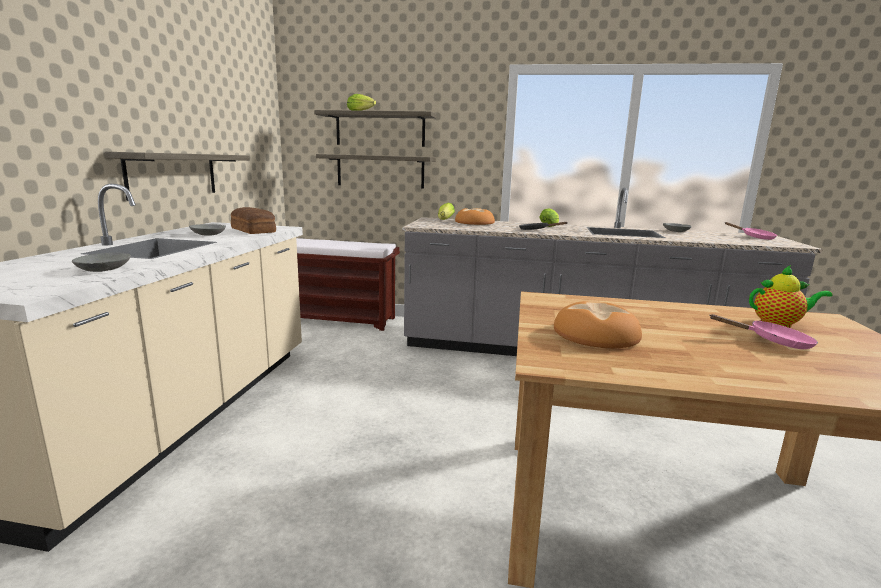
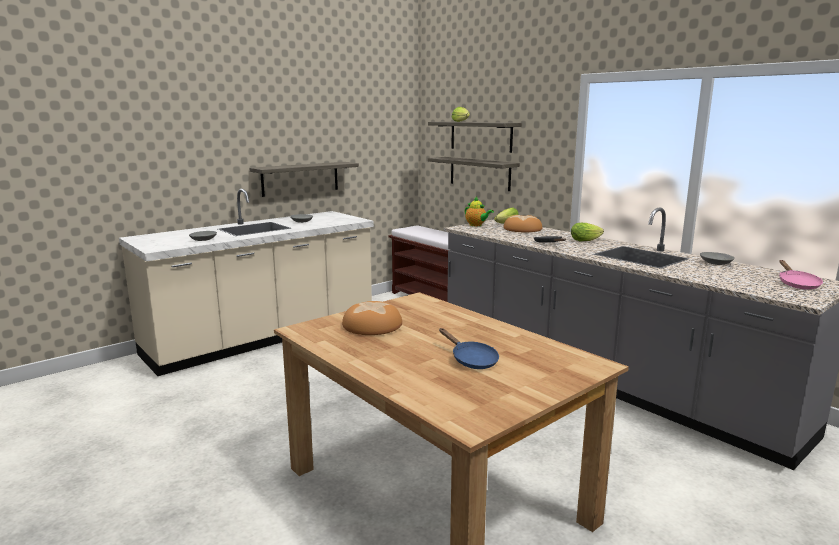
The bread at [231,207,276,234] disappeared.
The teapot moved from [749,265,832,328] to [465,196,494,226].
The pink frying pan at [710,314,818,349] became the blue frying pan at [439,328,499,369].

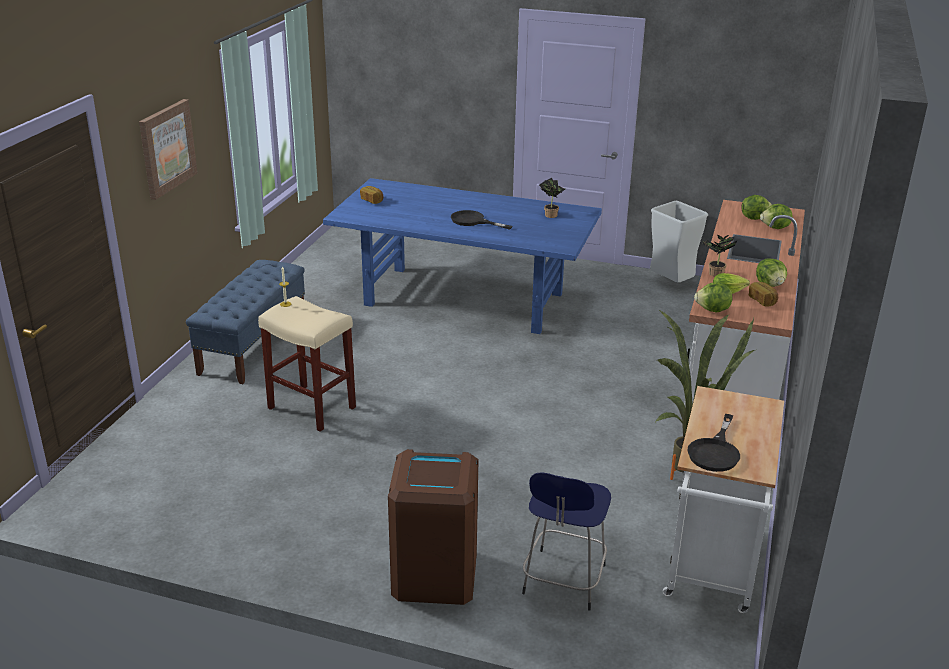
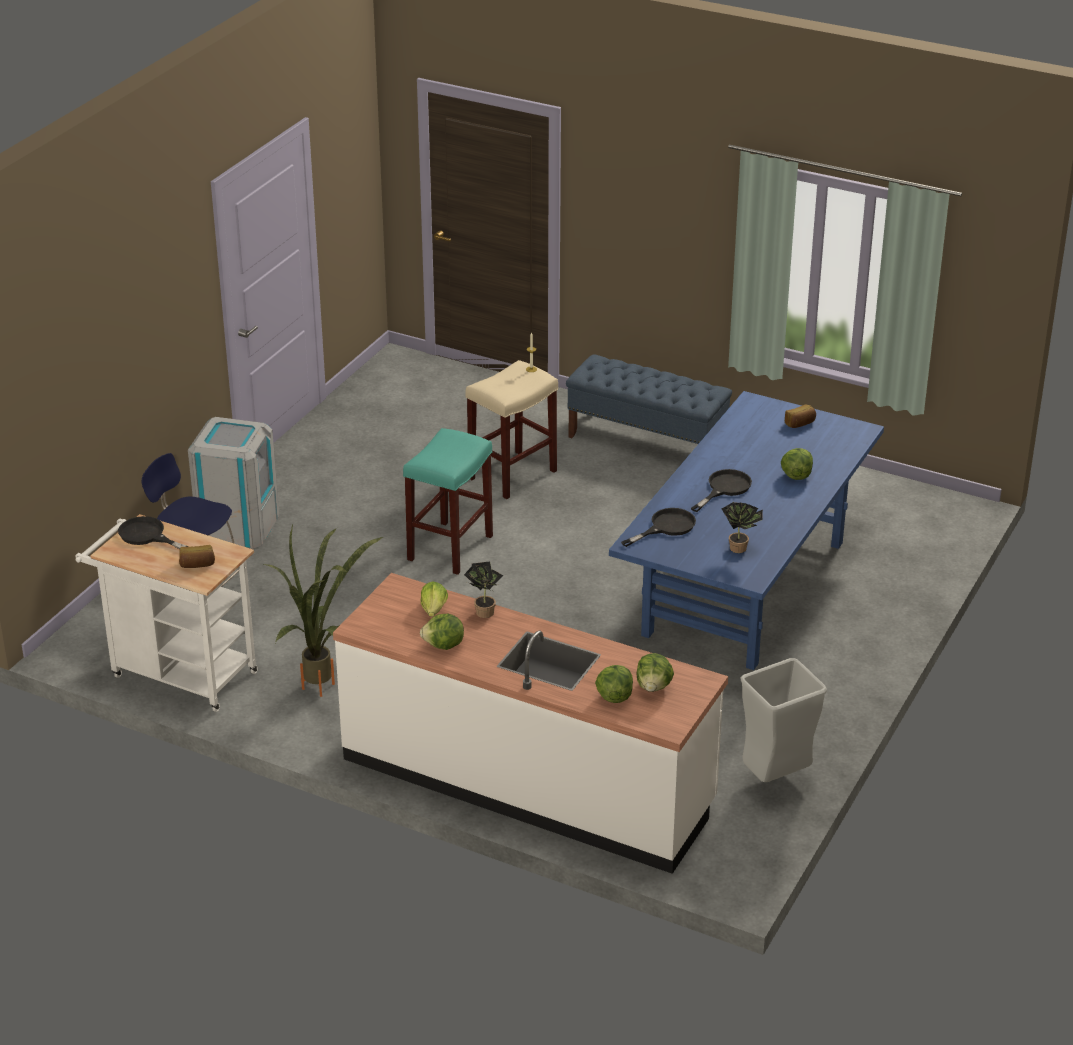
The picture at [139,99,198,200] disappeared.
The turquoise stool at [403,428,493,575] appeared.
The black frying pan at [621,508,696,547] appeared.
The lettuce moved from [694,283,733,312] to [781,448,813,480].
The bread moved from [749,282,778,307] to [179,545,215,568].
The brown trash can at [388,449,479,605] became the grey trash can at [188,417,279,549].

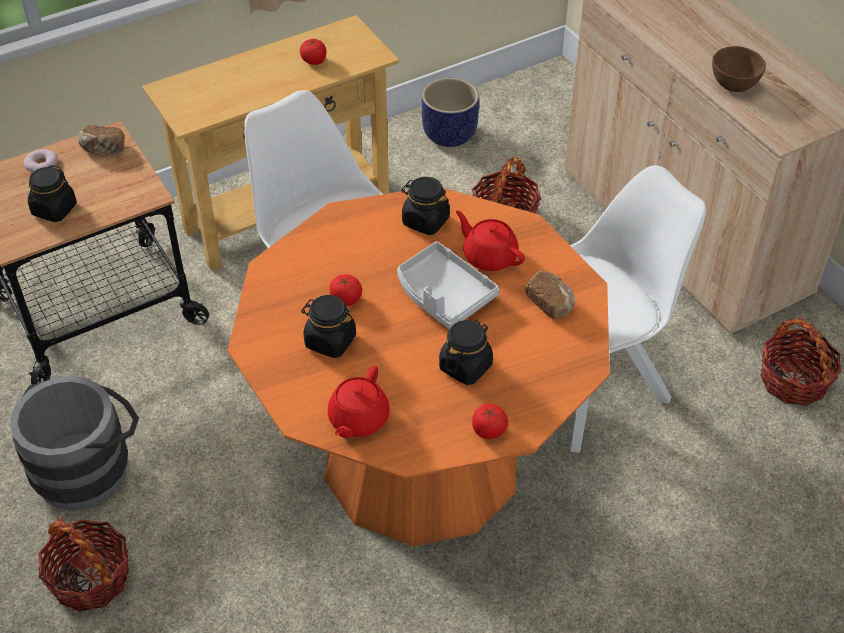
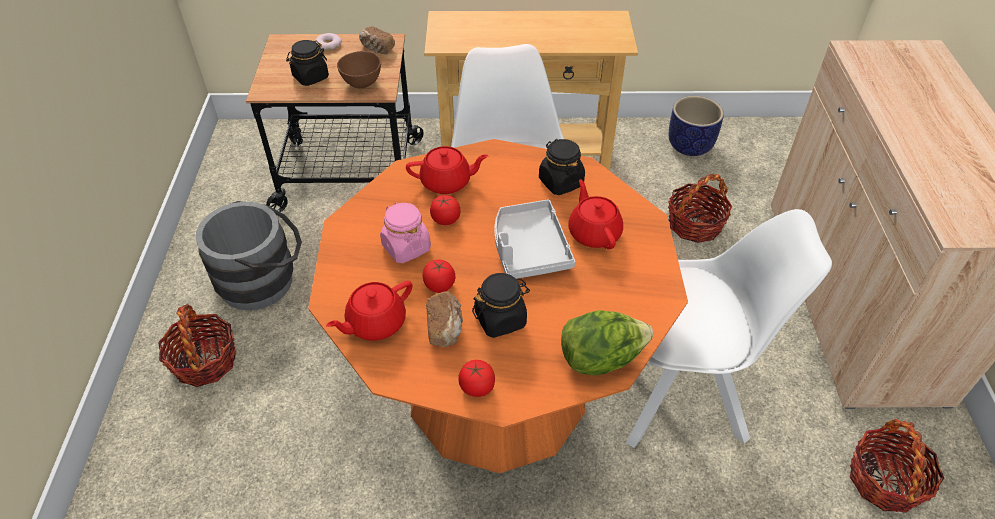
The red teapot at [406,146,489,194] appeared.
The lettuce at [561,310,653,375] appeared.
The tomato moved from [300,39,327,65] to [422,260,456,293].
The bread moved from [525,270,575,319] to [426,291,463,347].
The brown bowl moved from [712,46,766,92] to [337,51,381,88].
The black jar at [301,295,356,358] became the pink jar at [380,202,431,263].

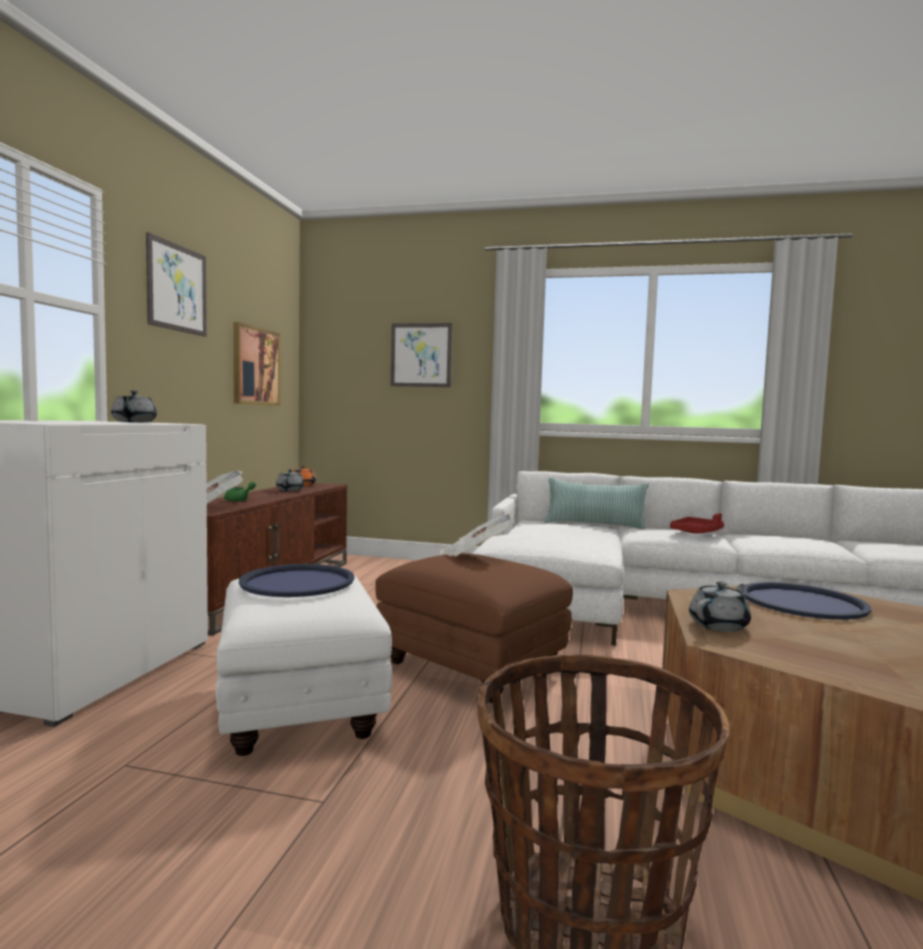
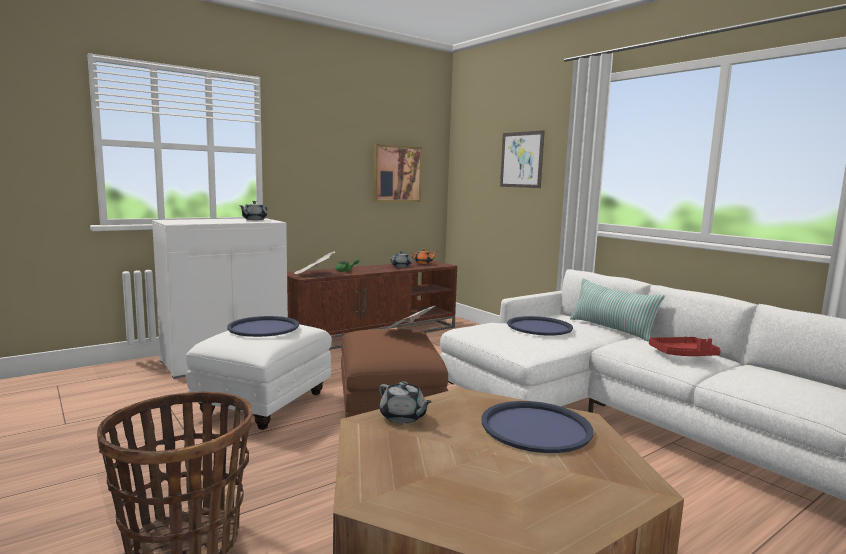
The picture at [146,232,207,337] disappeared.
The blue tray at [507,316,573,335] appeared.
The grey teapot at [689,581,751,632] turned 45 degrees clockwise.

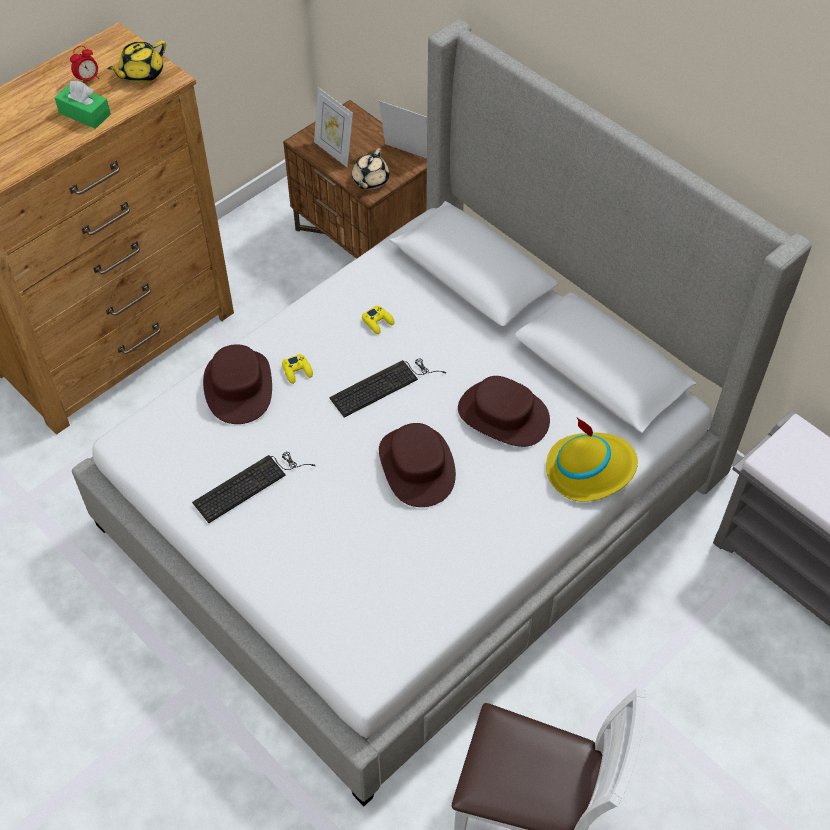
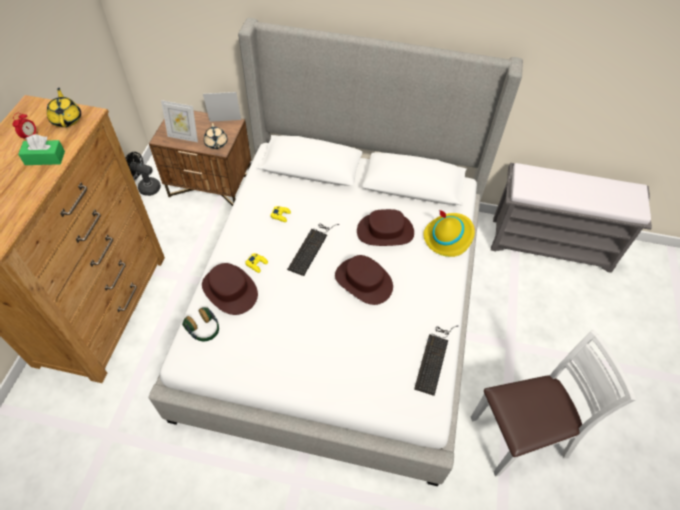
The black fan at [125,152,161,196] appeared.
The headphones at [182,307,219,341] appeared.
The keyboard moved from [192,452,316,523] to [414,325,458,396].
The yellow teapot at [107,41,166,83] turned 150 degrees clockwise.

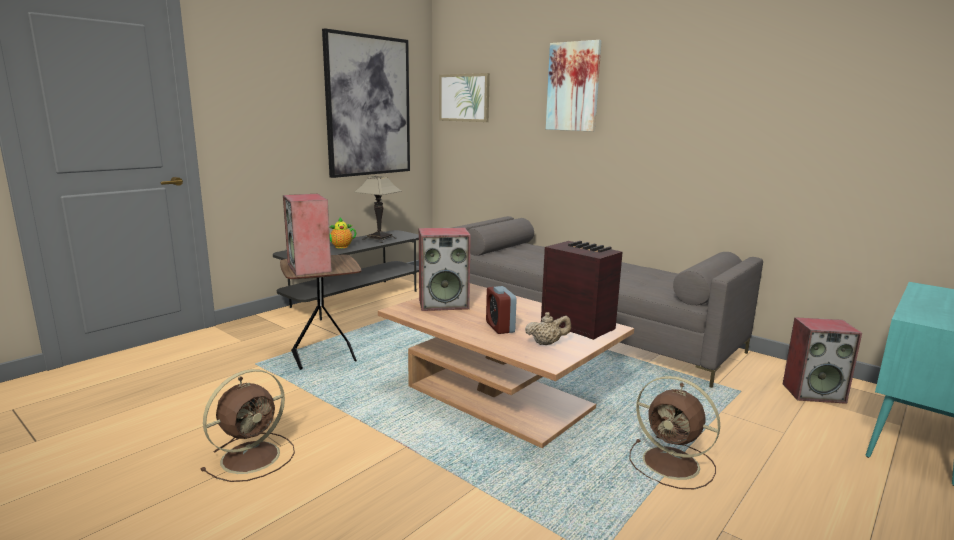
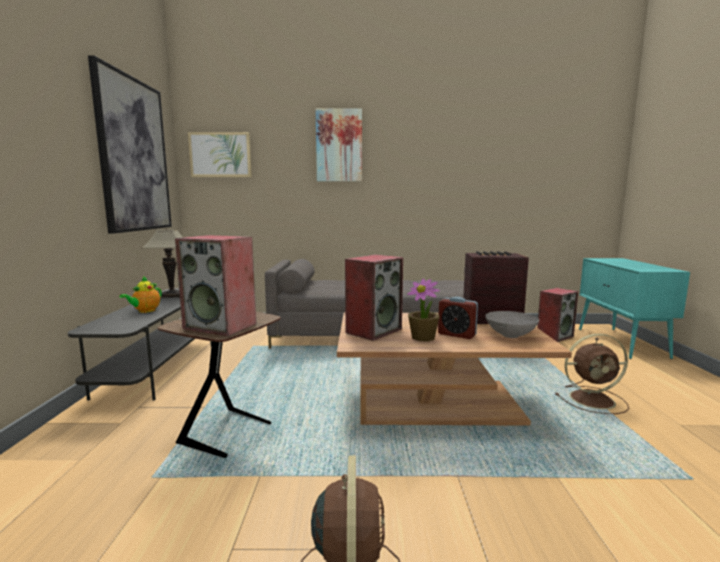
The potted plant at [407,279,440,342] appeared.
The beige teapot at [525,312,571,345] was replaced by the grey bowl at [485,311,539,338].

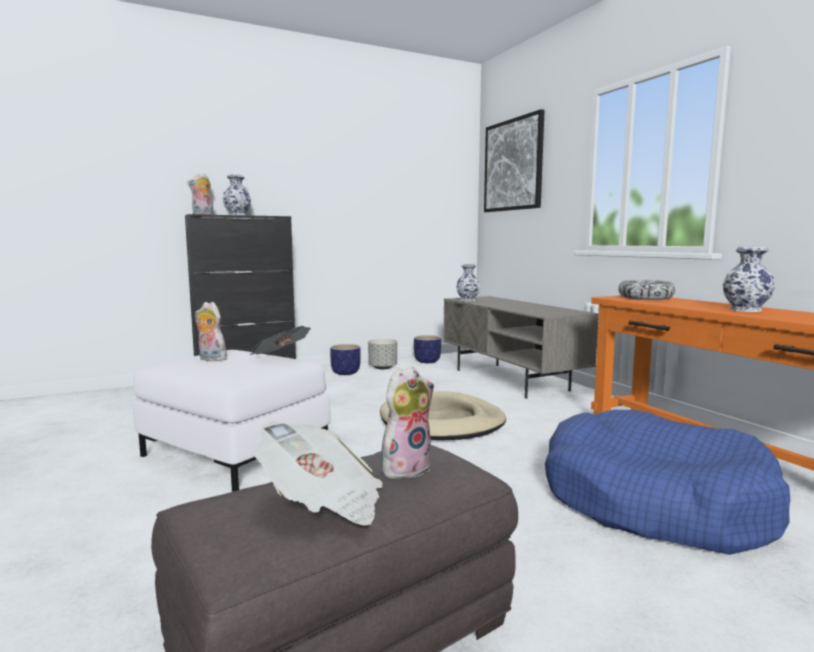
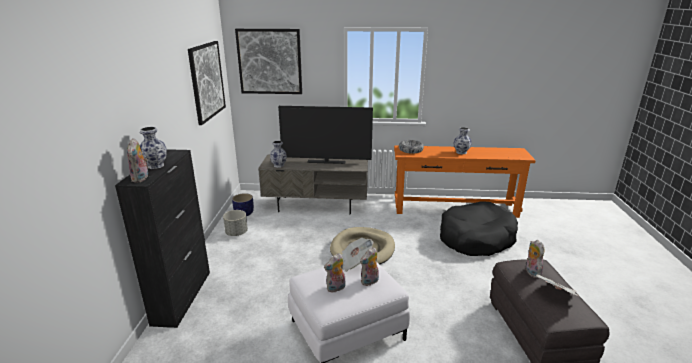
The planter at [330,344,361,375] disappeared.
The picture at [188,41,226,125] appeared.
The television at [278,106,373,164] appeared.
The plush toy at [360,247,379,286] appeared.
The blue dog bed at [545,410,790,555] became the black dog bed at [440,201,518,256].

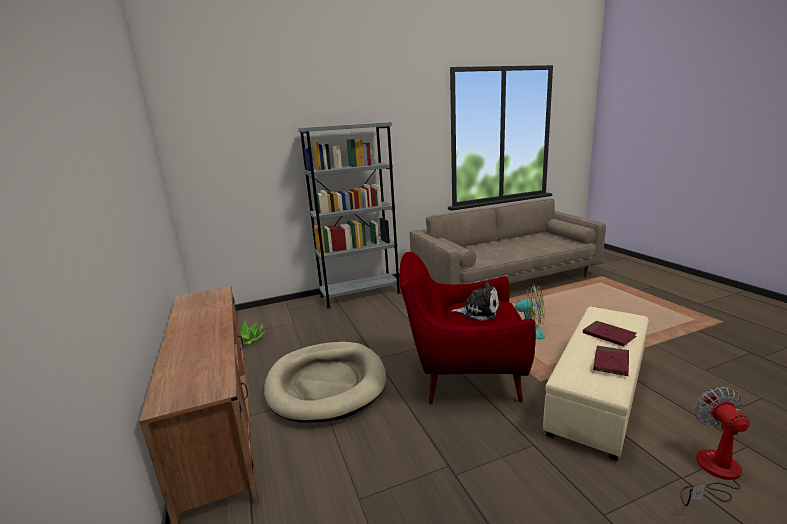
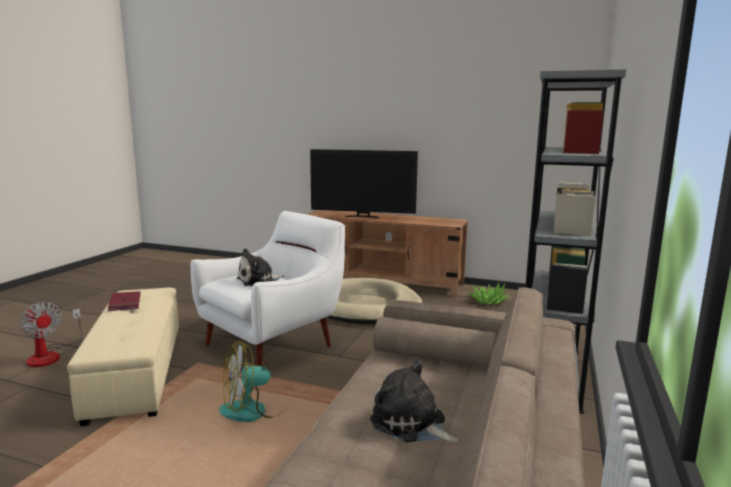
The red book at [583,321,637,347] disappeared.
The television at [310,149,418,218] appeared.
The plush toy at [370,361,457,443] appeared.
The red armchair at [399,252,536,405] became the white armchair at [191,211,345,366].

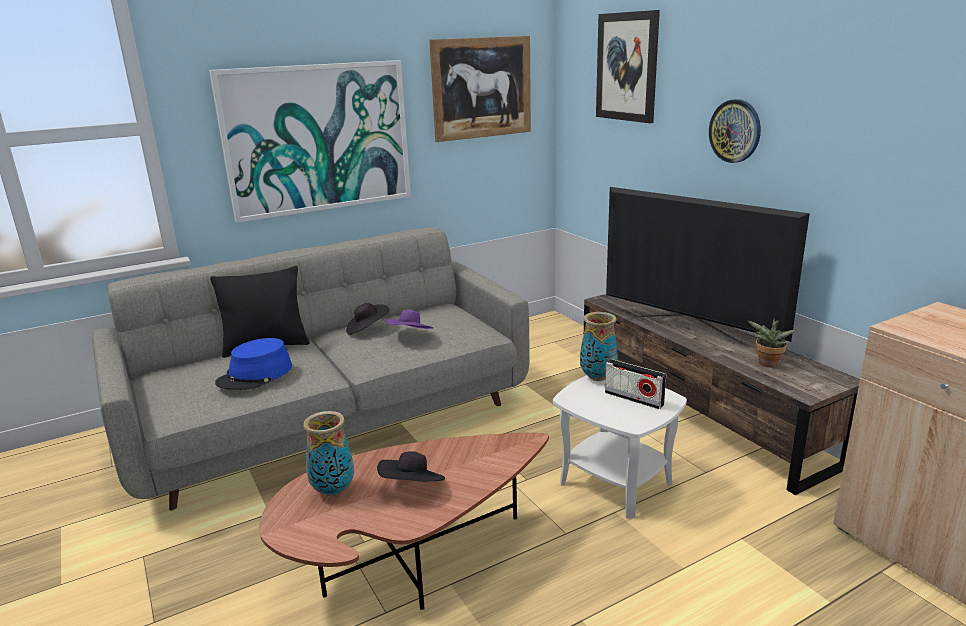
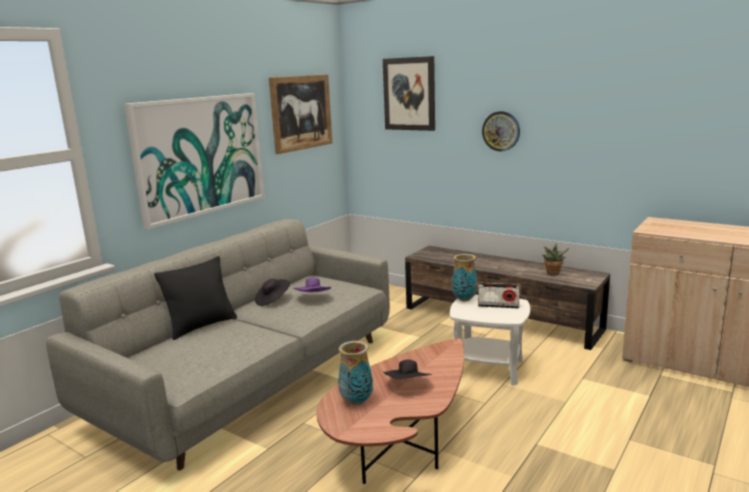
The blue hat at [215,338,292,390] disappeared.
The television at [606,187,810,347] disappeared.

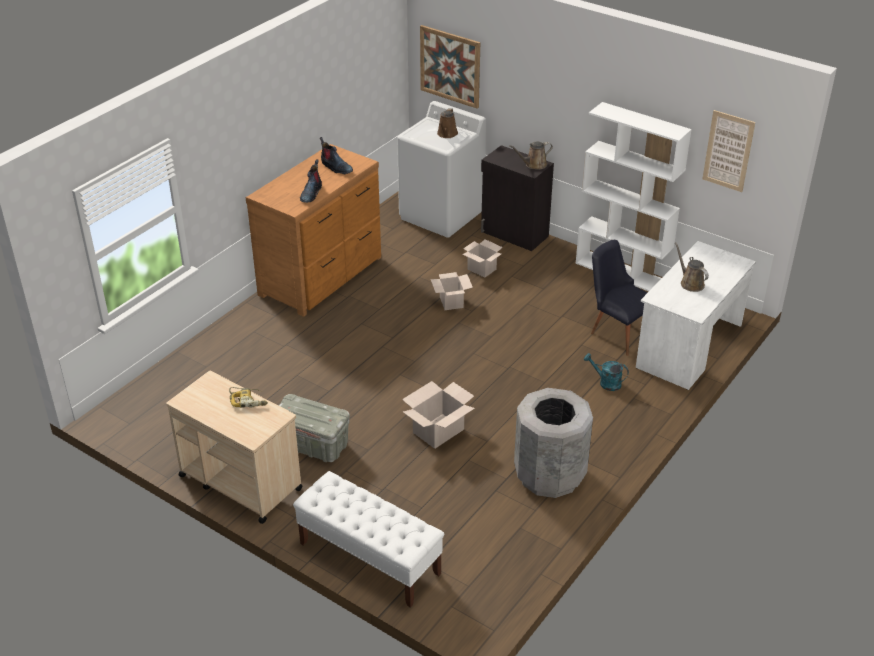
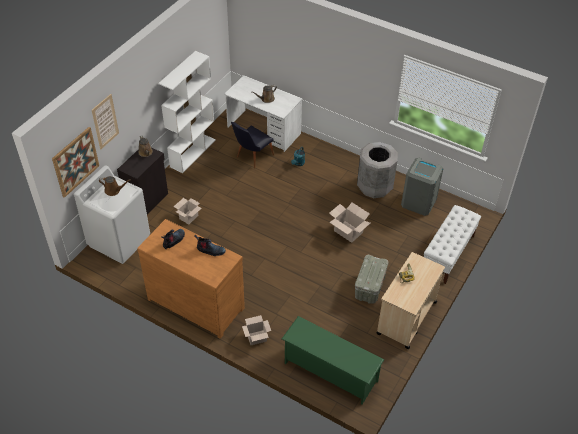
The green shoe rack at [282,316,384,405] appeared.
The grey trash can at [401,158,444,216] appeared.
The cardboard box moved from [431,272,473,310] to [242,315,271,345].
The picture moved from [702,110,755,192] to [92,94,119,149].

